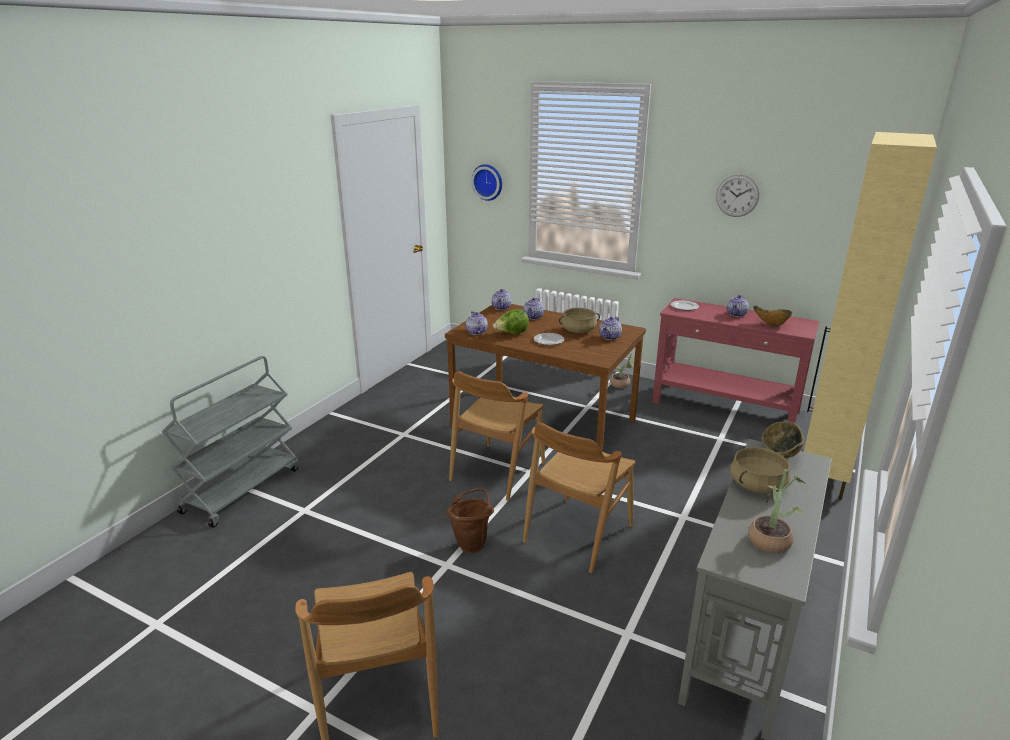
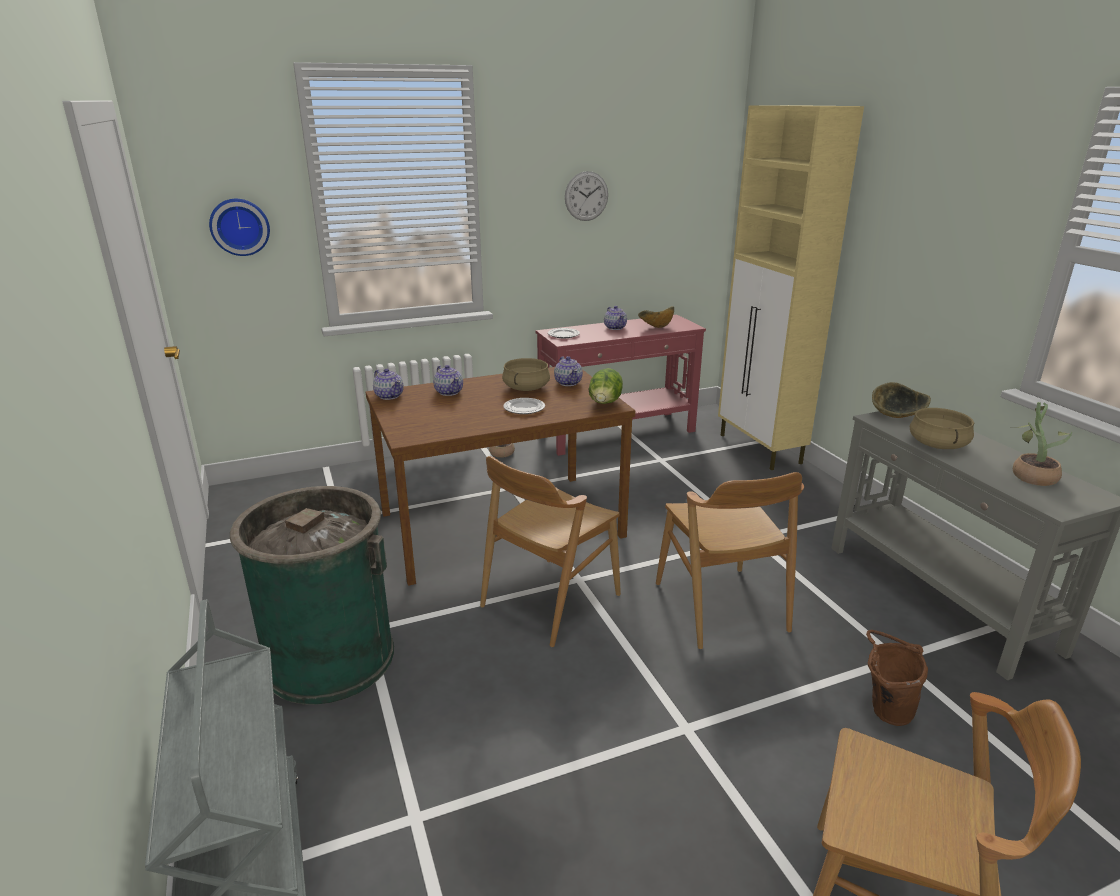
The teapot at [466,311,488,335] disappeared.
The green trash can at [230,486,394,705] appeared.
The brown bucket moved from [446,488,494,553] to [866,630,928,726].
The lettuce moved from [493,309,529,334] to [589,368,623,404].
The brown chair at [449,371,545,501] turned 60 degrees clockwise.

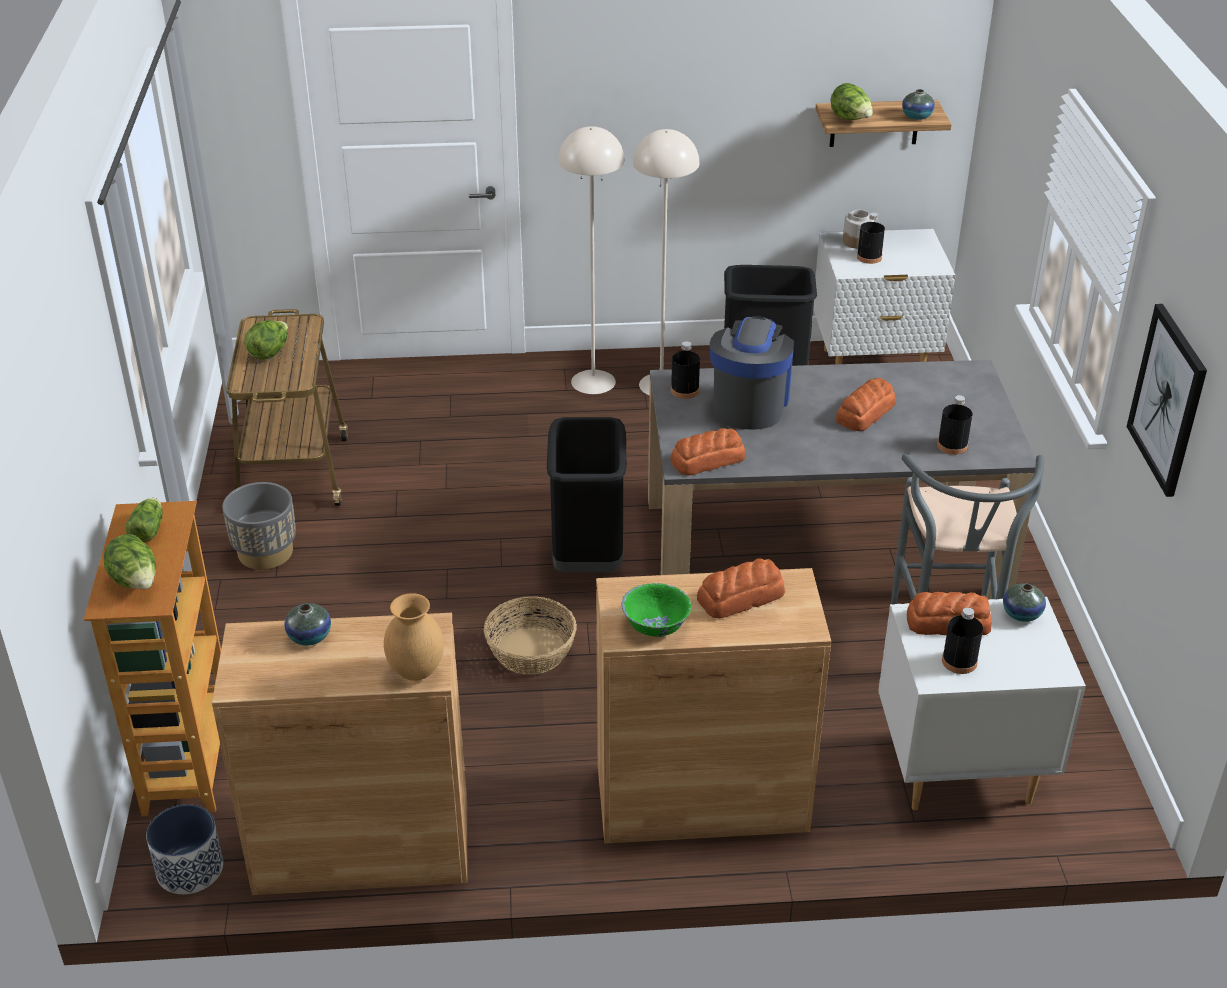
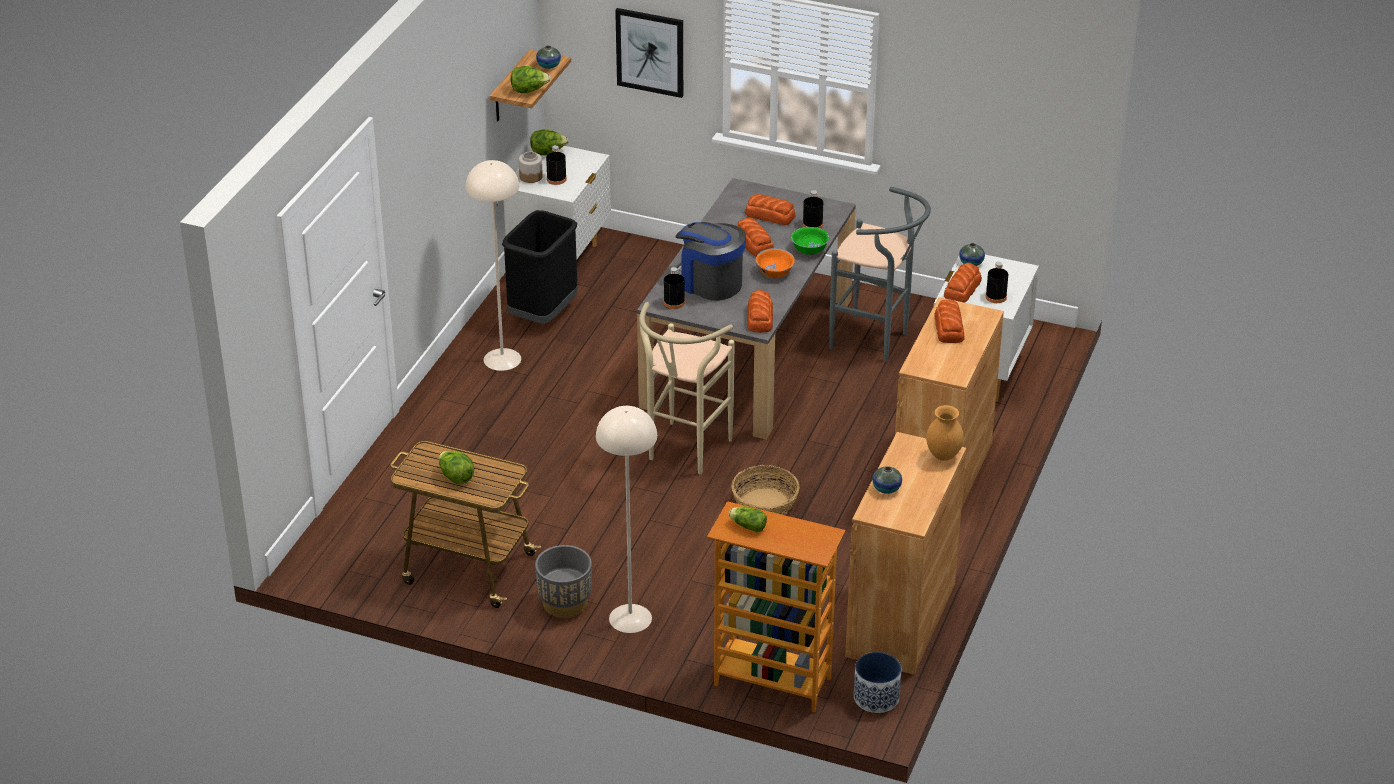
The bread at [745,194,796,225] appeared.
The orange bowl at [756,248,795,278] appeared.
The lettuce moved from [104,534,156,589] to [530,129,569,155].
The beige floor lamp moved from [558,126,625,394] to [596,406,657,633].
The green bowl moved from [621,583,691,637] to [791,227,829,255].
The picture moved from [1127,304,1207,497] to [615,8,683,98].
The black trash can at [547,417,627,572] was replaced by the beige stool at [639,302,735,474].

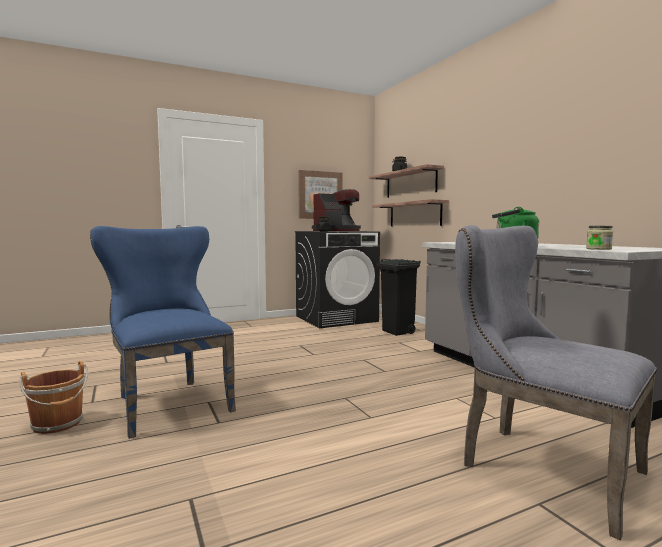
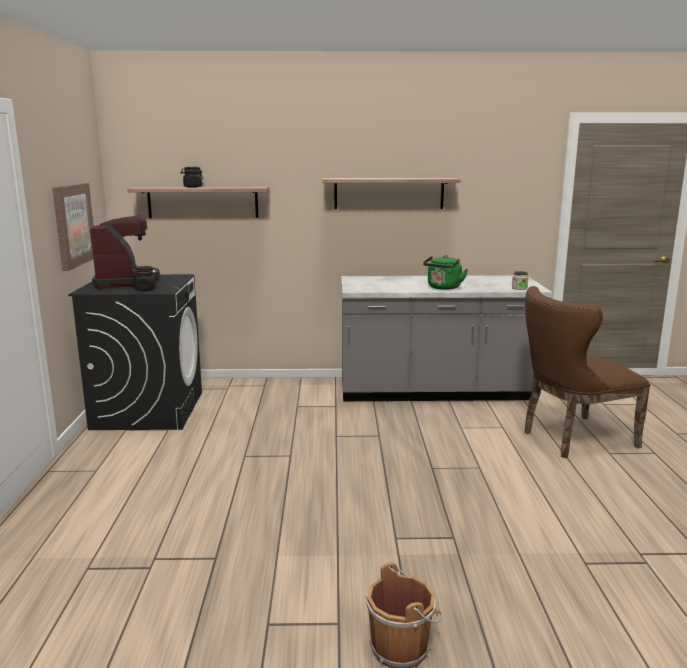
The blue chair at [90,226,236,439] disappeared.
The black trash can at [376,259,421,336] disappeared.
The shelf moved from [372,199,449,226] to [322,178,461,209].
The grey chair at [455,225,657,540] became the brown chair at [525,286,650,458].

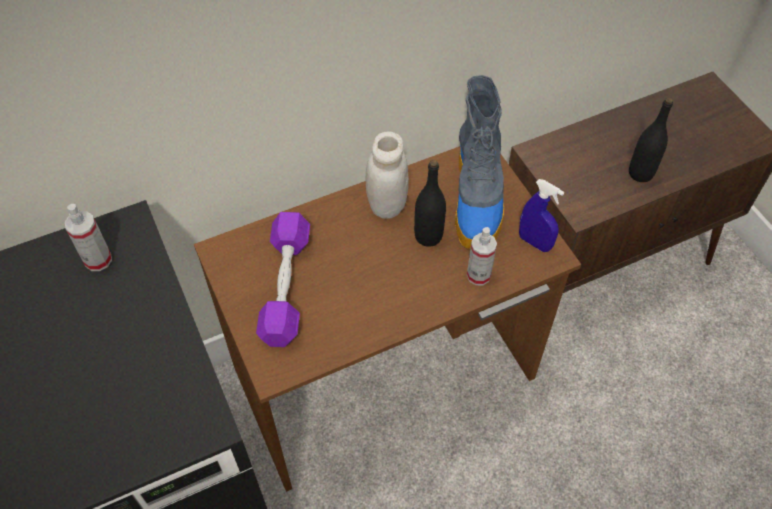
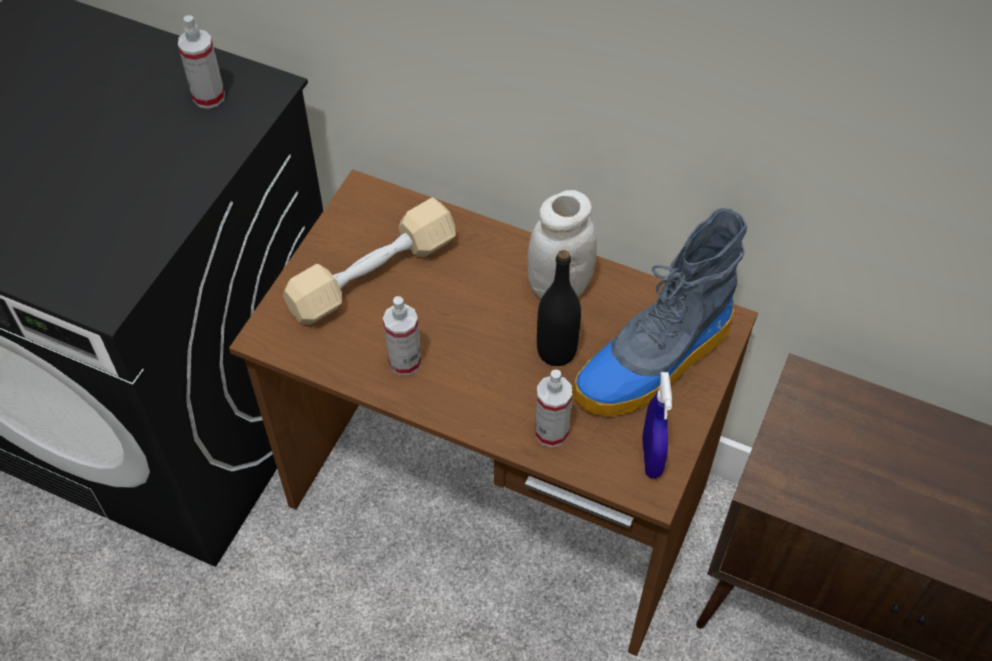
The black bottle at [629,97,673,182] disappeared.
The spray bottle at [383,296,422,375] appeared.
The purple dumbbell at [256,212,310,347] became the beige dumbbell at [283,198,456,325].

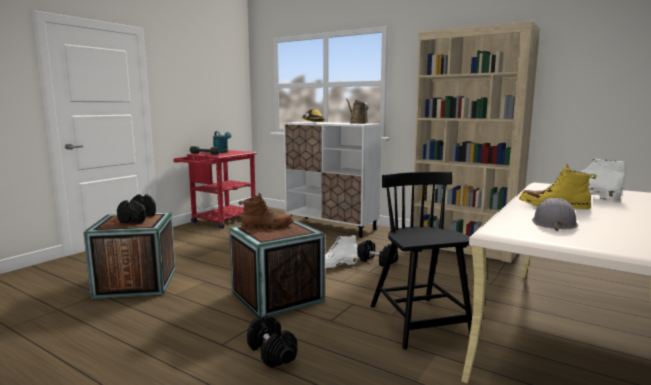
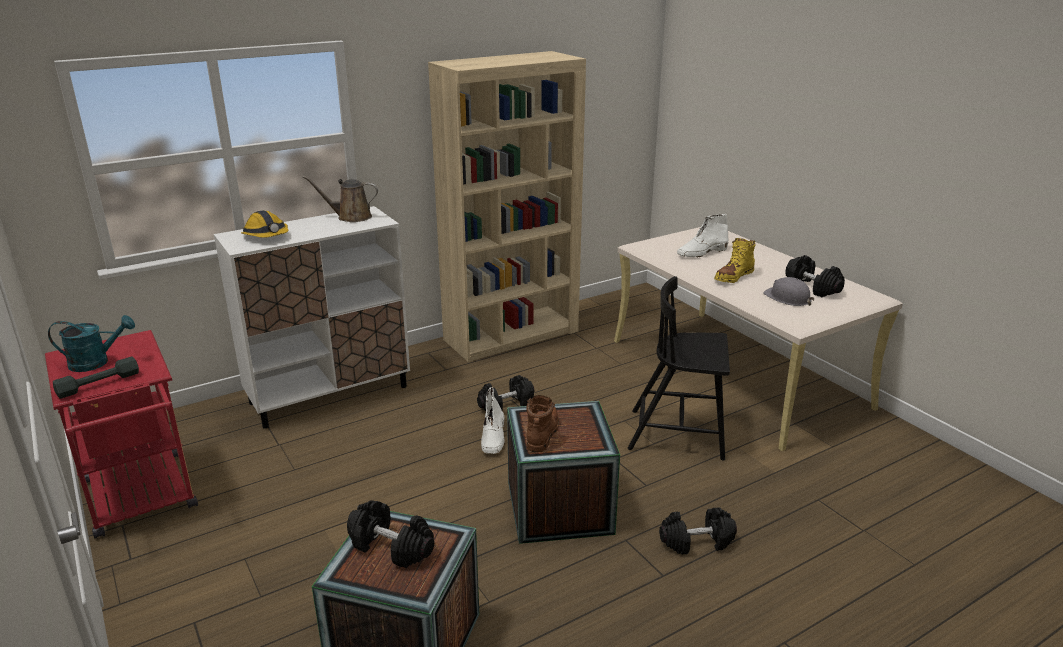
The black dumbbell at [785,255,845,297] appeared.

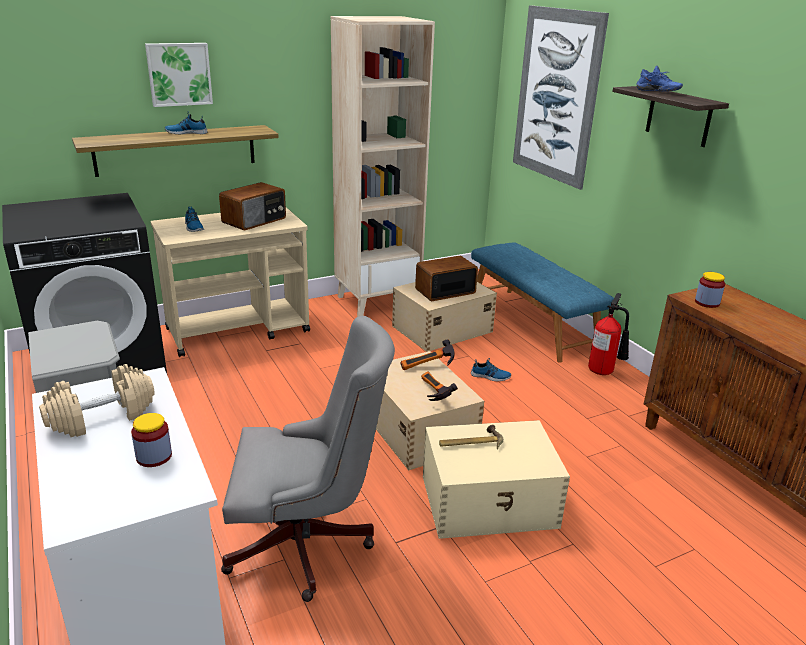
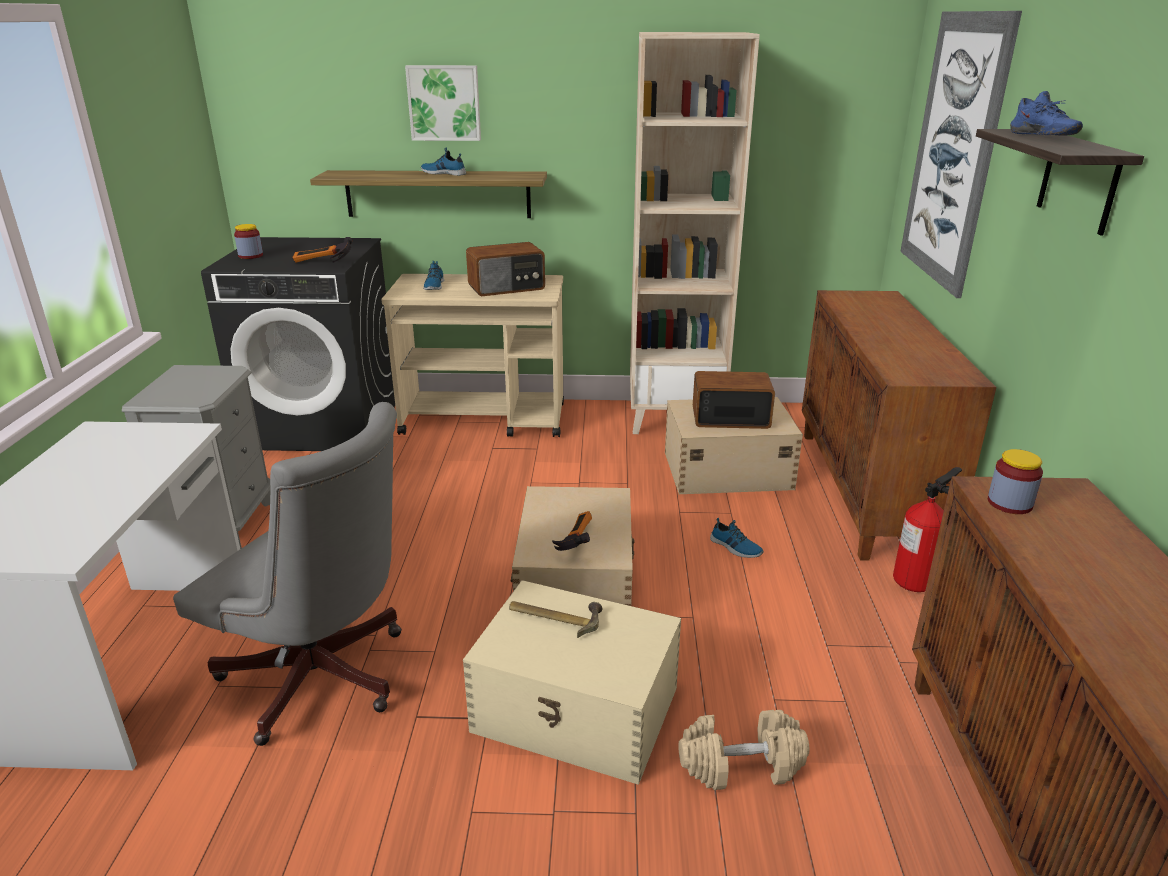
The beige dumbbell moved from [39,364,155,437] to [678,710,810,790].
The jar moved from [131,413,172,467] to [234,224,263,259].
The hammer moved from [400,339,455,370] to [292,237,353,263].
The blue bench at [471,242,614,363] was replaced by the brown cabinet at [802,290,996,561].

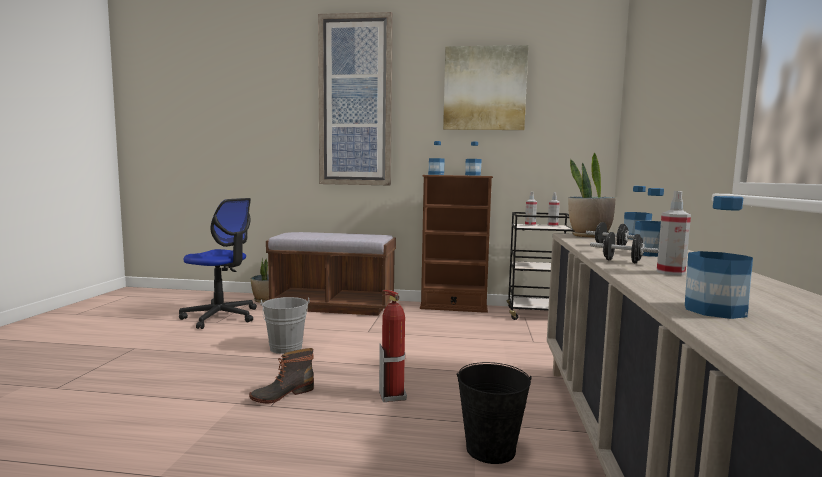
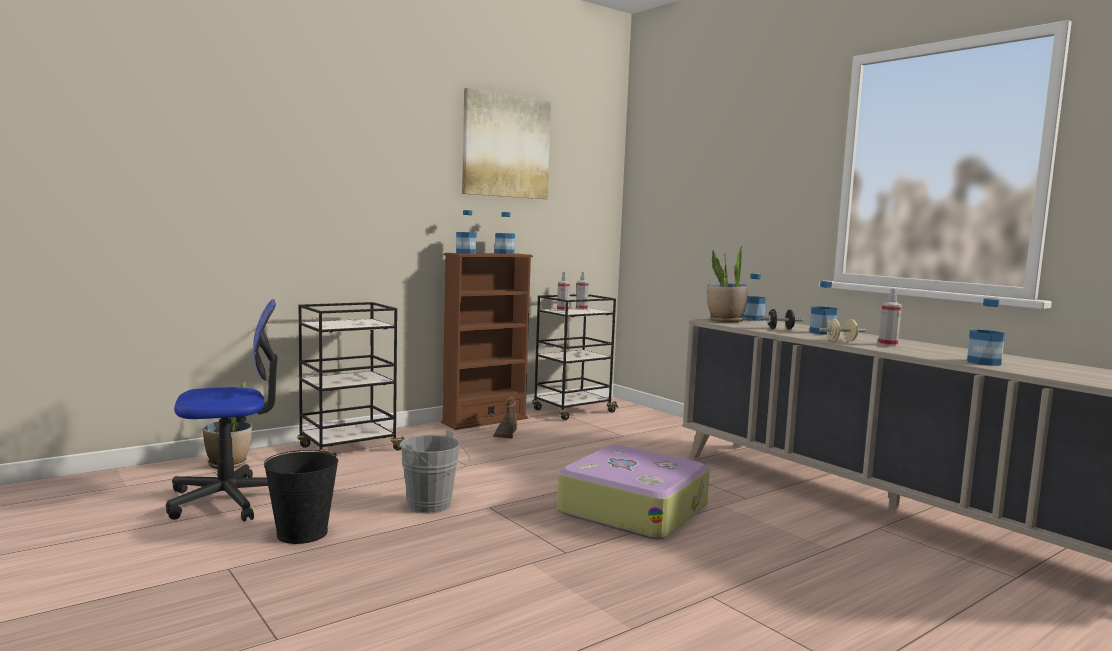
The picture at [318,12,393,186] disappeared.
The boot moved from [249,348,314,403] to [493,396,517,439].
The black bucket moved from [456,362,532,464] to [264,450,338,544].
The brown bench at [266,232,396,316] was replaced by the black cart at [297,302,404,454].
The fire extinguisher at [379,289,407,402] was replaced by the suitcase at [557,445,710,540].
The black dumbbell at [590,232,658,263] became the beige dumbbell at [819,319,866,341].

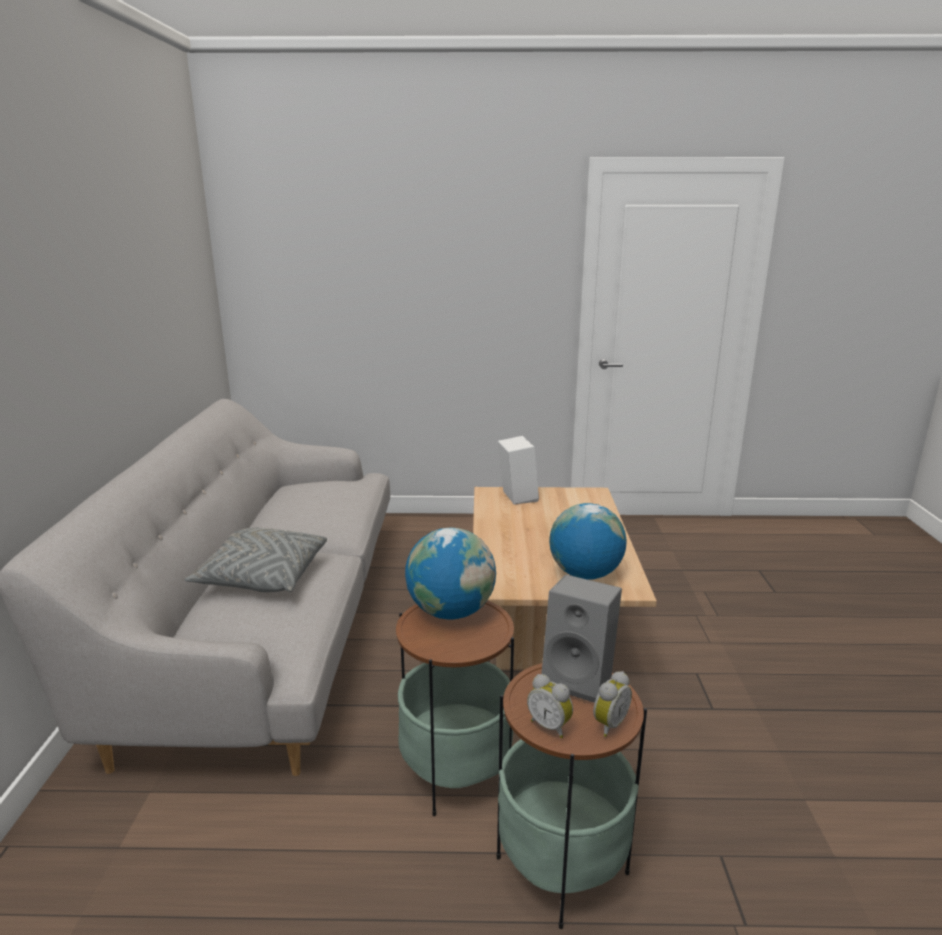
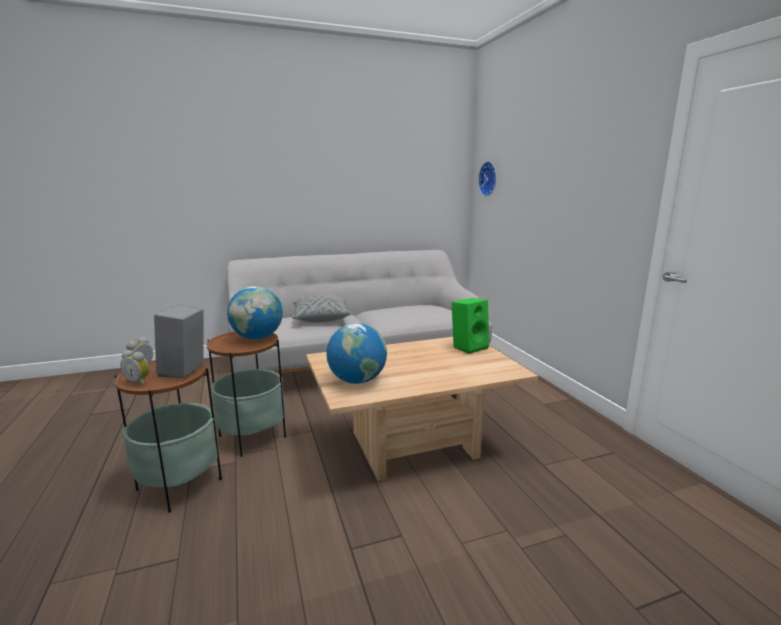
The wall clock at [478,161,496,197] appeared.
The white speaker at [498,436,539,504] became the green speaker at [452,298,489,354].

